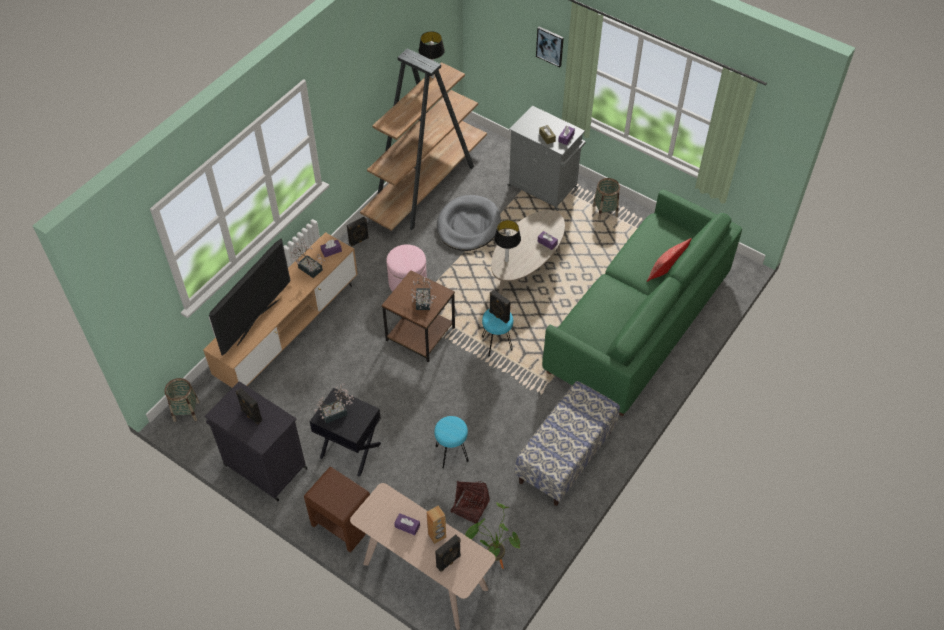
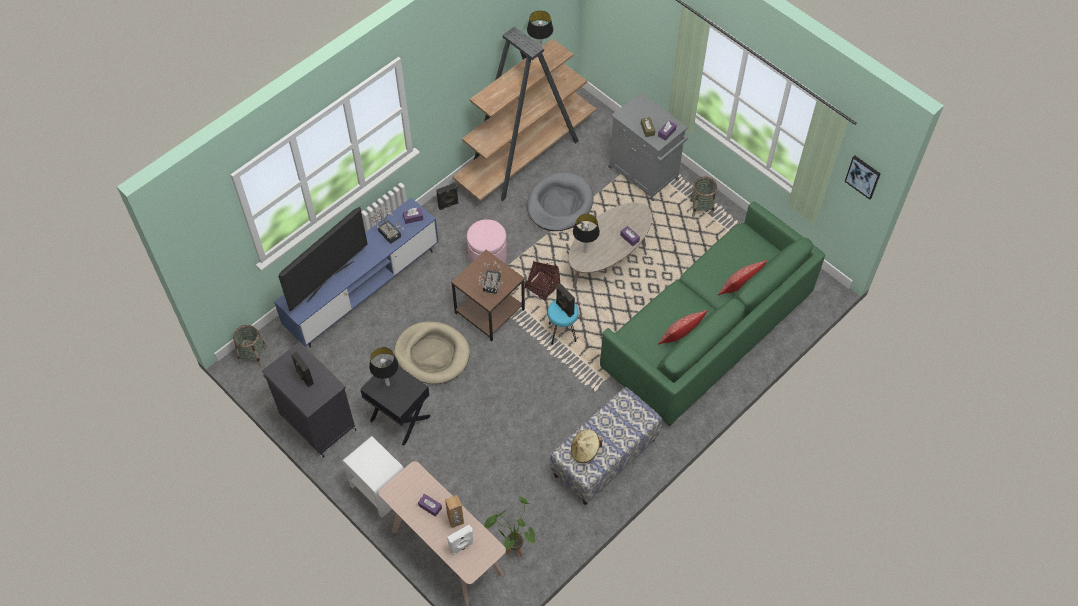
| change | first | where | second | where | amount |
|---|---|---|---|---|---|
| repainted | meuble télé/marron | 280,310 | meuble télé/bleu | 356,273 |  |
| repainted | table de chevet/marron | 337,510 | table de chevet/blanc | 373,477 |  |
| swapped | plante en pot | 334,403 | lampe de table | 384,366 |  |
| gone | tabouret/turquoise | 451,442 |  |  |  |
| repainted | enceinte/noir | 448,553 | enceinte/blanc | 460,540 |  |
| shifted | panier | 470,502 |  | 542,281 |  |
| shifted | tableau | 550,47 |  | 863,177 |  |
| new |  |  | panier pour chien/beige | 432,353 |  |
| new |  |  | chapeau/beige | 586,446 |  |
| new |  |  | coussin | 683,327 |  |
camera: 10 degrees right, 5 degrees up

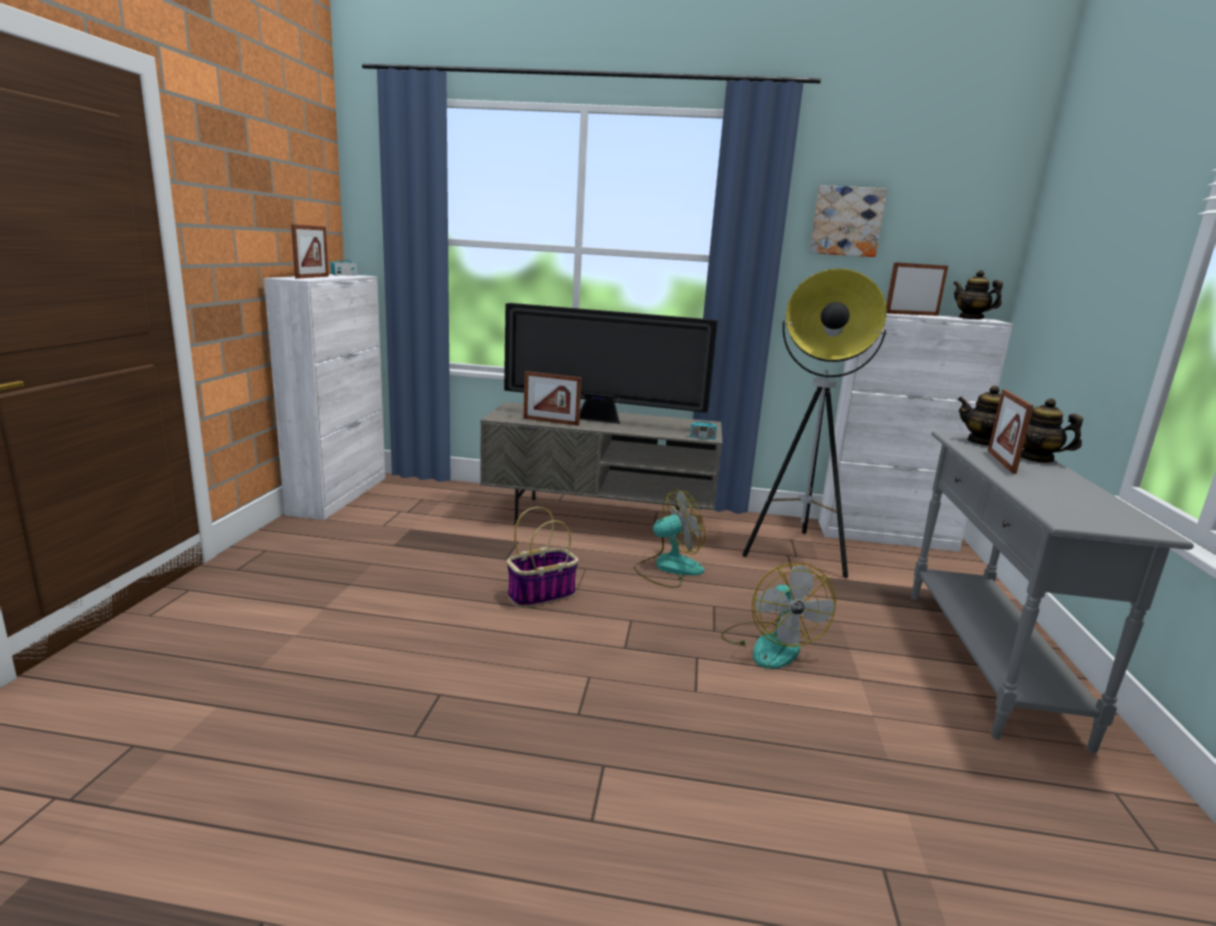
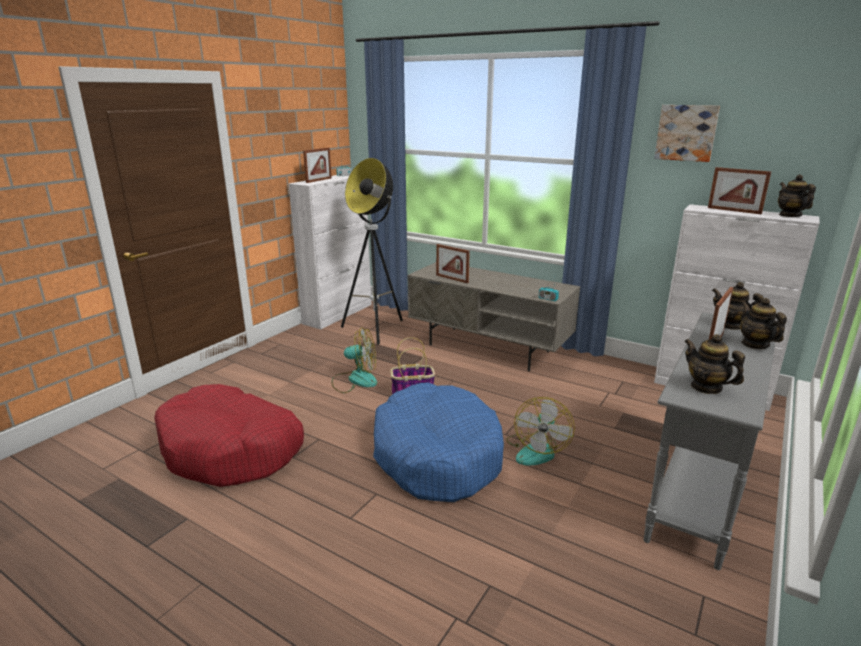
| change | first | where | second | where | amount |
|---|---|---|---|---|---|
| gone | téléviseur | 611,363 |  |  |  |
| shifted | ventilateur | 669,538 |  | 354,360 |  |
| shifted | lampadaire | 814,423 |  | 372,251 |  |
| rotated | cadre photo | 917,289 |  | 739,190 | 150 degrees counterclockwise |
| new |  |  | panier pour chien/rouge | 229,435 |  |
| new |  |  | panier pour chien/bleu | 438,442 |  |
| new |  |  | théière | 714,364 |  |
camera: 25 degrees right, 5 degrees up

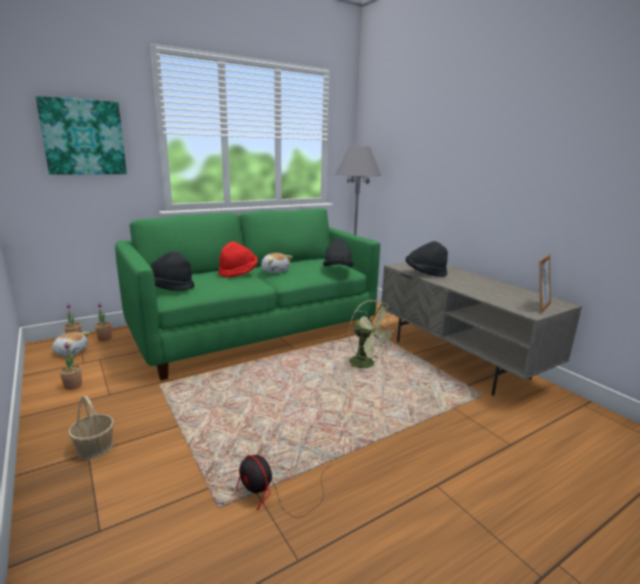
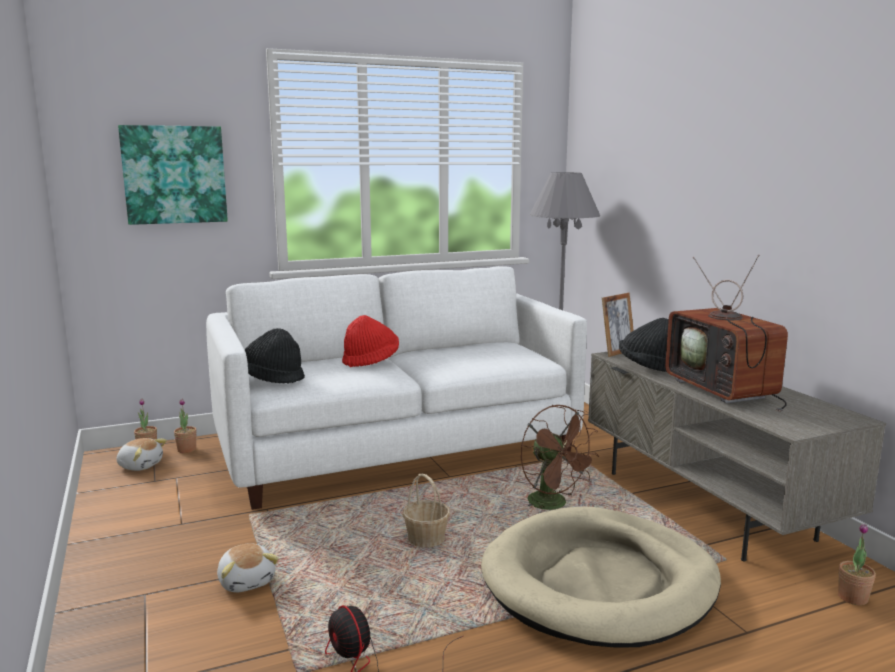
| change | first | where | second | where | amount |
|---|---|---|---|---|---|
| shifted | plante en pot | 70,366 |  | 857,564 |  |
| shifted | panier | 91,427 |  | 426,510 |  |
| repainted | canapé/vert | 247,294 | canapé/blanc | 396,388 |  |
| shifted | peluche | 277,263 |  | 248,568 |  |
| gone | chapeau/noir | 338,252 |  |  |  |
| repainted | ventilateur/vert | 372,334 | ventilateur/marron | 560,457 |  |
| shifted | cadre photo | 545,283 |  | 618,325 |  |
| new |  |  | panier pour chien/beige | 601,577 |  |
| new |  |  | téléviseur | 726,333 |  |
camera: 10 degrees right, 5 degrees down

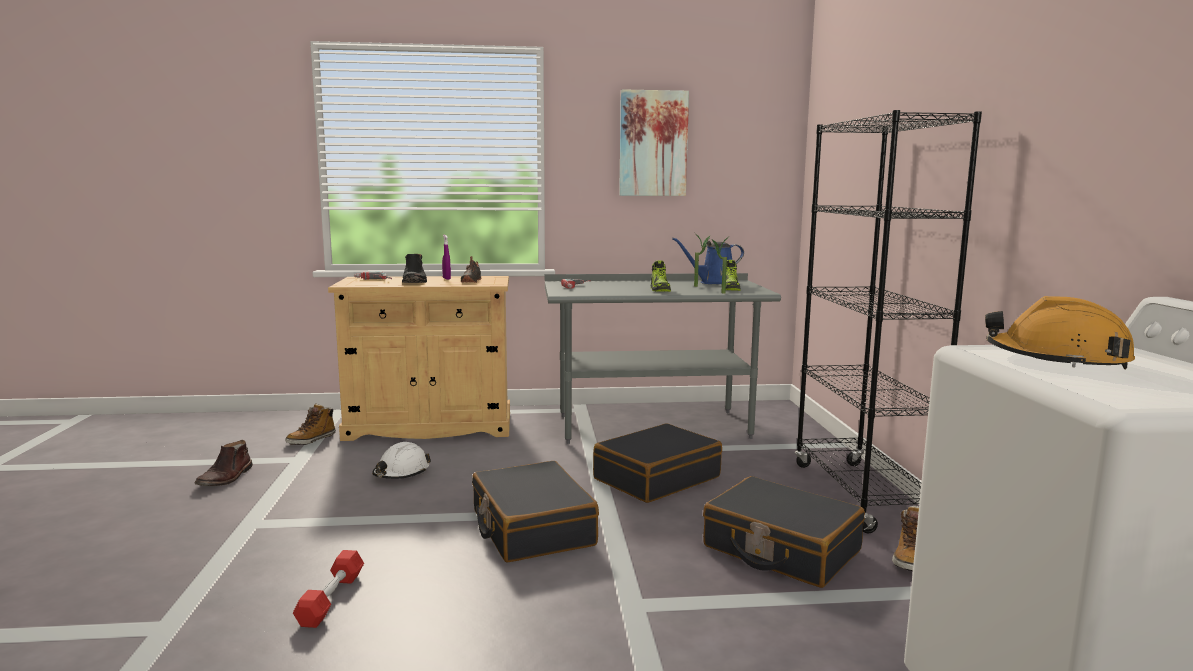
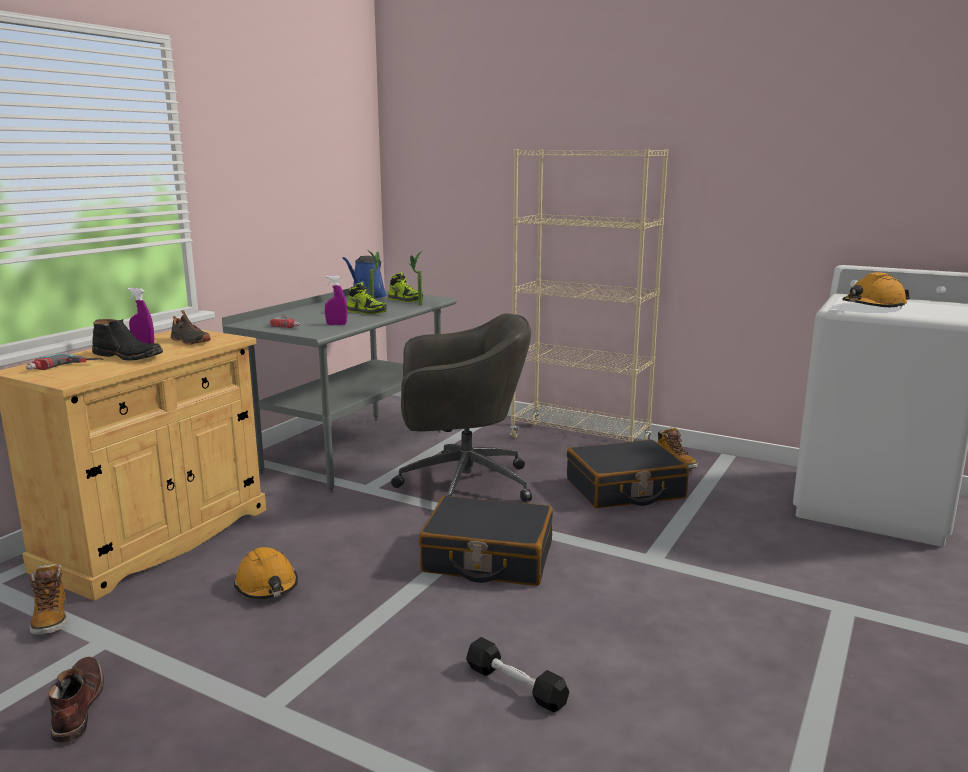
| change | first | where | second | where | amount |
|---|---|---|---|---|---|
| rotated | botte/marron | 223,463 |  | 76,700 | 150 degrees counterclockwise |
| repainted | haltère/rouge | 328,589 | haltère/noir | 517,674 |  |
| repainted | casque de chantier/blanc | 401,460 | casque de chantier/orange | 266,573 |  |
| swapped | valise/noir | 657,463 | chaise de bureau/gris | 461,407 |  |
| gone | tableau | 654,142 |  |  |  |
| repainted | bibliothèque/noir | 888,322 | bibliothèque/beige | 589,295 |  |
| new |  |  | vaporisateur/violet | 336,300 |  |
camera: 55 degrees left, 5 degrees up

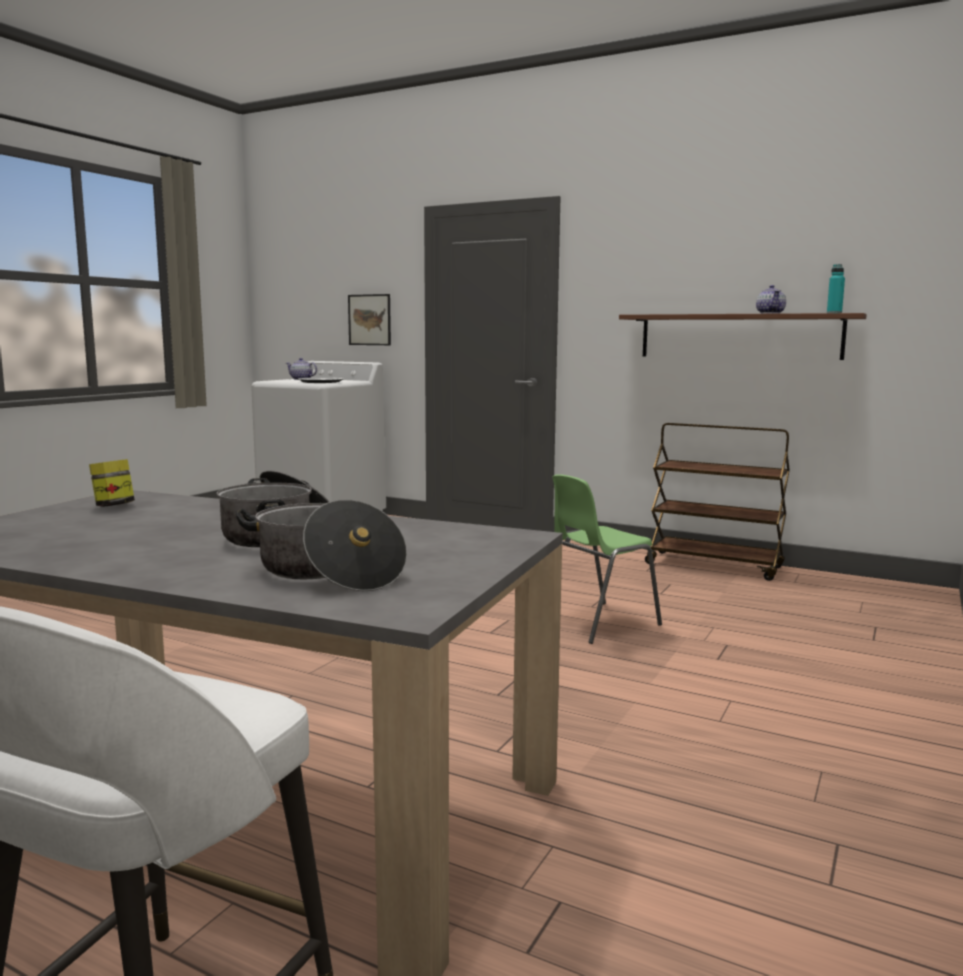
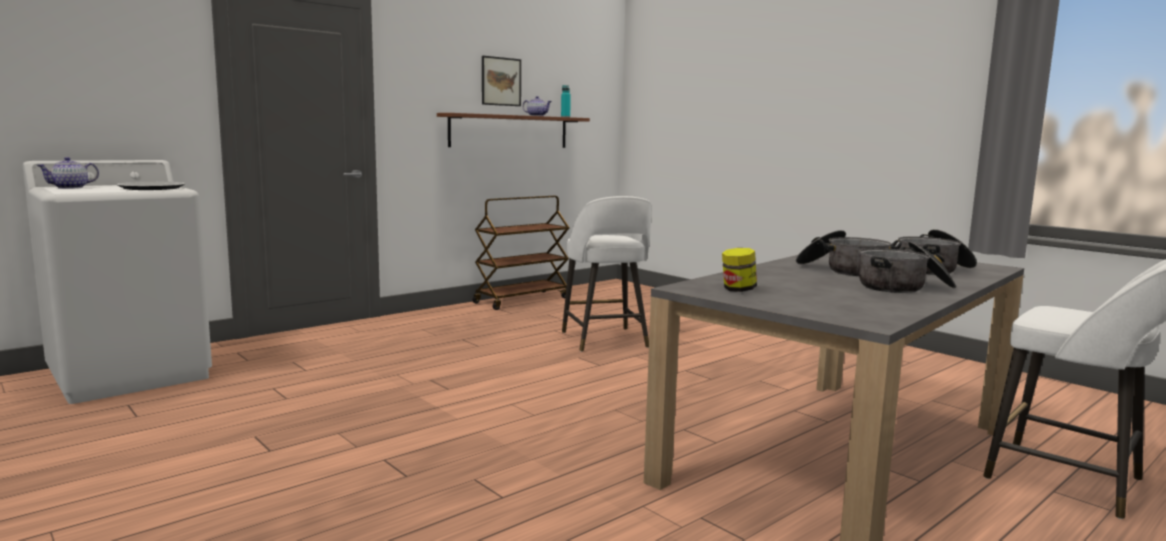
| change | first | where | second | where | amount |
|---|---|---|---|---|---|
| shifted | tableau | 369,319 |  | 501,81 |  |
| swapped | chaise/vert | 607,559 | tabouret/blanc | 606,274 |  |
| new |  |  | marmite | 907,267 |  |
camera: 70 degrees left, 0 degrees up

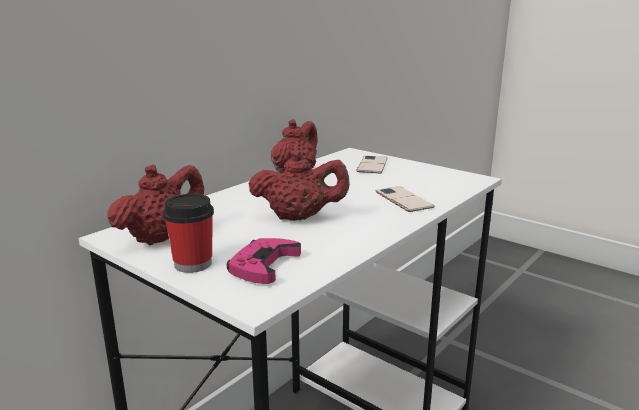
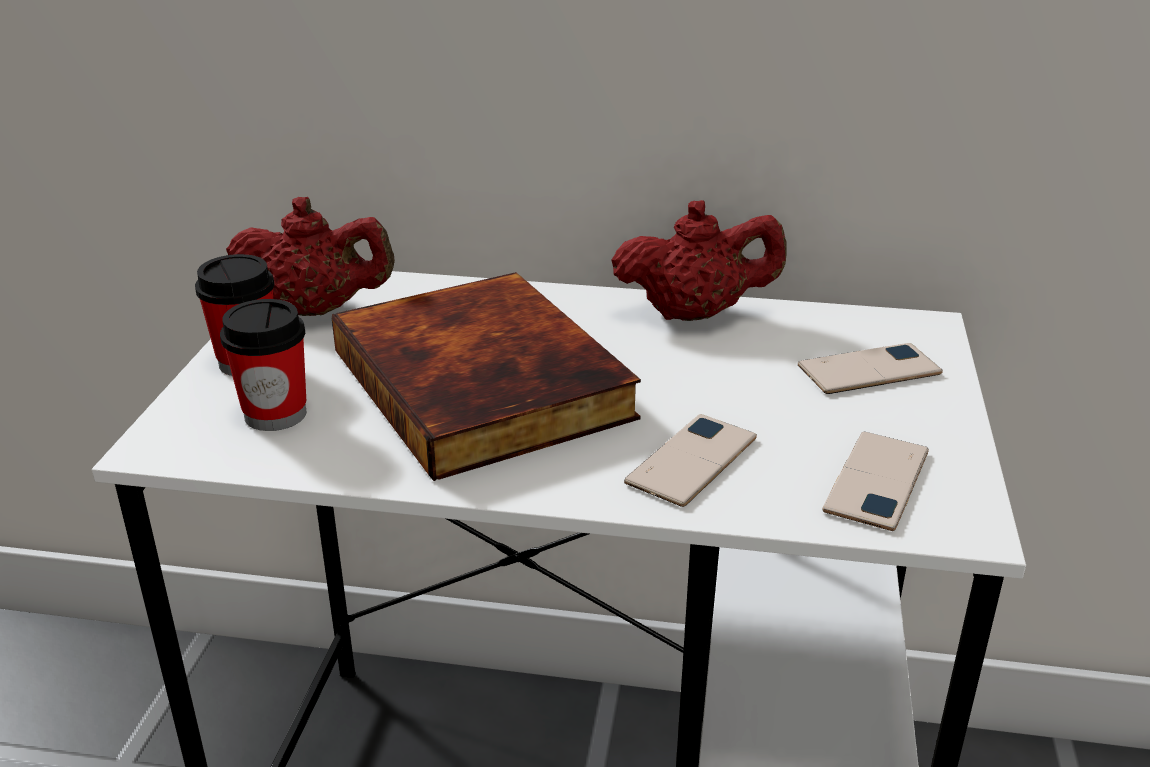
| change | first | where | second | where | amount |
|---|---|---|---|---|---|
| swapped | manette/rose | 264,261 | tasse | 263,365 |  |
| swapped | théière/rouge | 299,185 | livre | 486,376 |  |
| new |  |  | téléphone | 876,481 |  |
camera: 60 degrees right, 10 degrees up

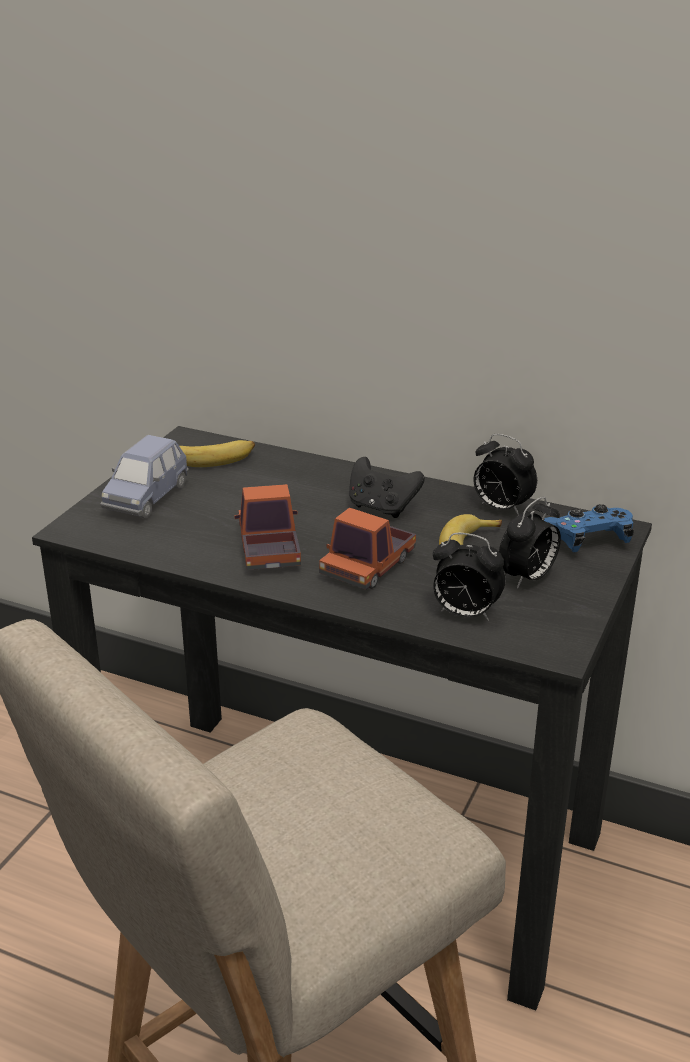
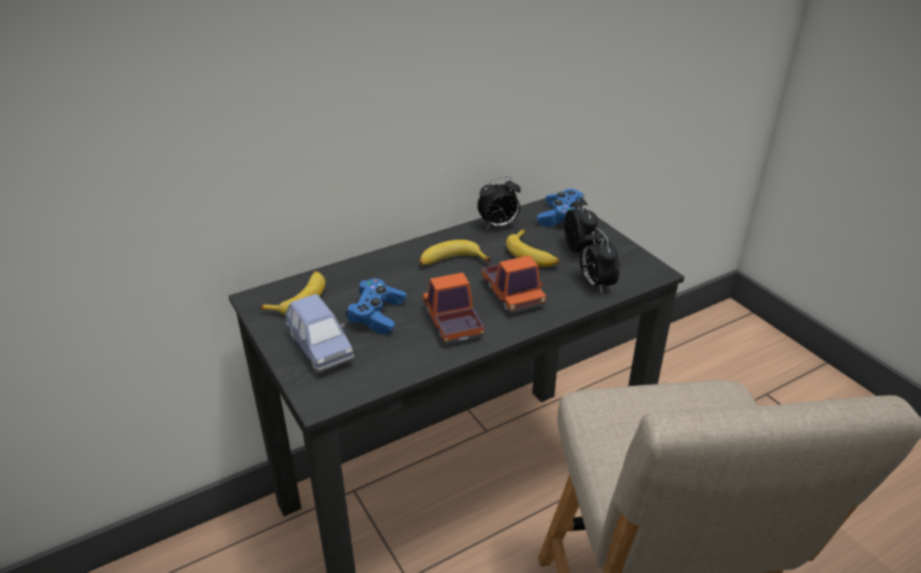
| change | first | where | second | where | amount |
|---|---|---|---|---|---|
| rotated | camion jouet | 267,527 |  | 453,308 | 45 degrees clockwise |
| swapped | manette/noir | 387,487 | banane | 455,253 |  |
| rotated | réveil | 469,577 |  | 600,261 | 105 degrees clockwise |
| new |  |  | manette/bleu | 375,306 |  |
camera: 55 degrees left, 5 degrees up

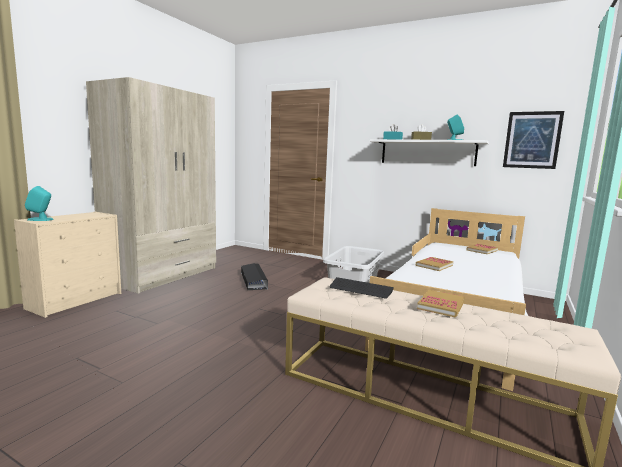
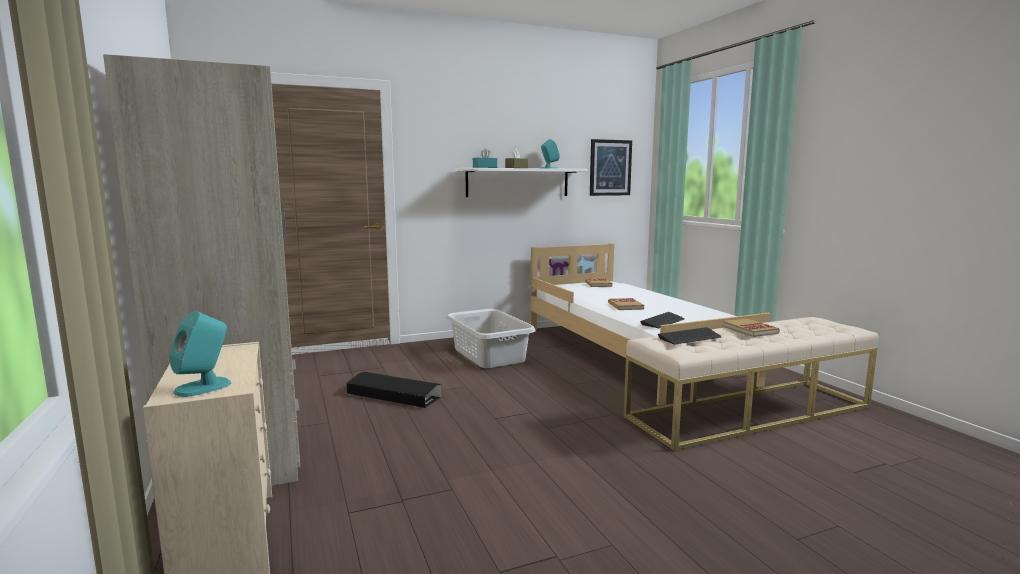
| change | first | where | second | where | amount |
|---|---|---|---|---|---|
| new |  |  | clavier | 662,320 |  |
camera: 50 degrees left, 0 degrees up

